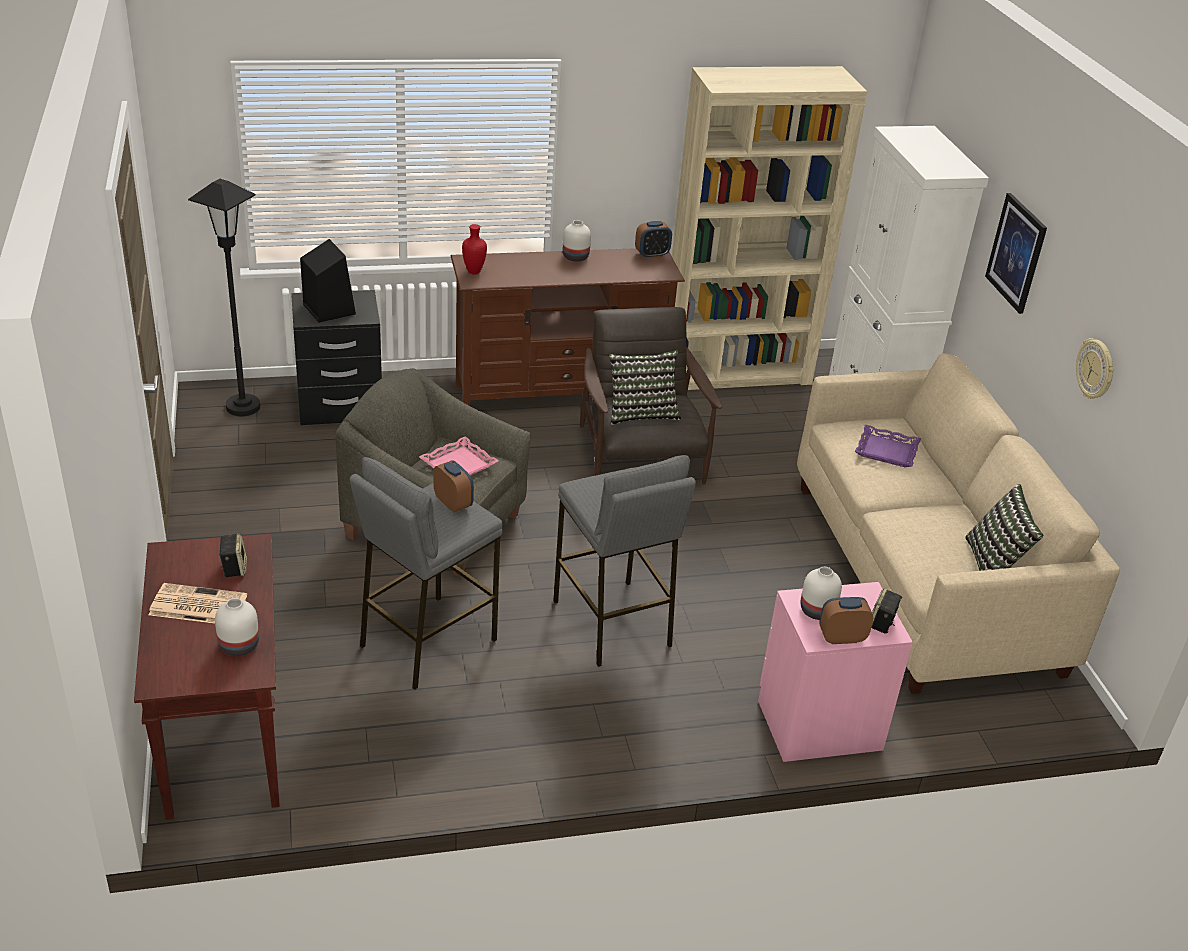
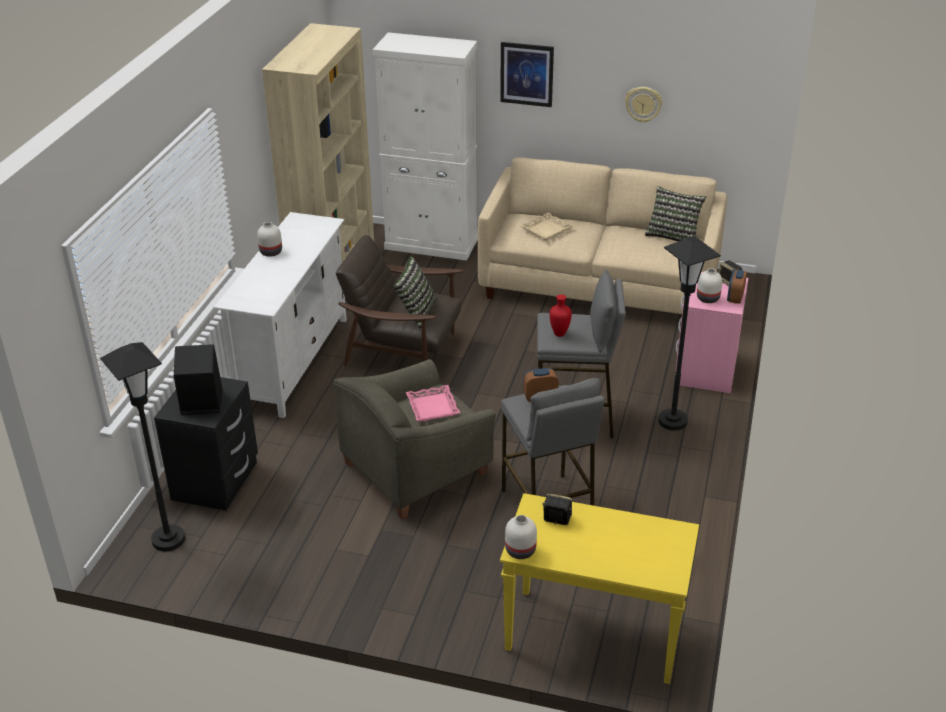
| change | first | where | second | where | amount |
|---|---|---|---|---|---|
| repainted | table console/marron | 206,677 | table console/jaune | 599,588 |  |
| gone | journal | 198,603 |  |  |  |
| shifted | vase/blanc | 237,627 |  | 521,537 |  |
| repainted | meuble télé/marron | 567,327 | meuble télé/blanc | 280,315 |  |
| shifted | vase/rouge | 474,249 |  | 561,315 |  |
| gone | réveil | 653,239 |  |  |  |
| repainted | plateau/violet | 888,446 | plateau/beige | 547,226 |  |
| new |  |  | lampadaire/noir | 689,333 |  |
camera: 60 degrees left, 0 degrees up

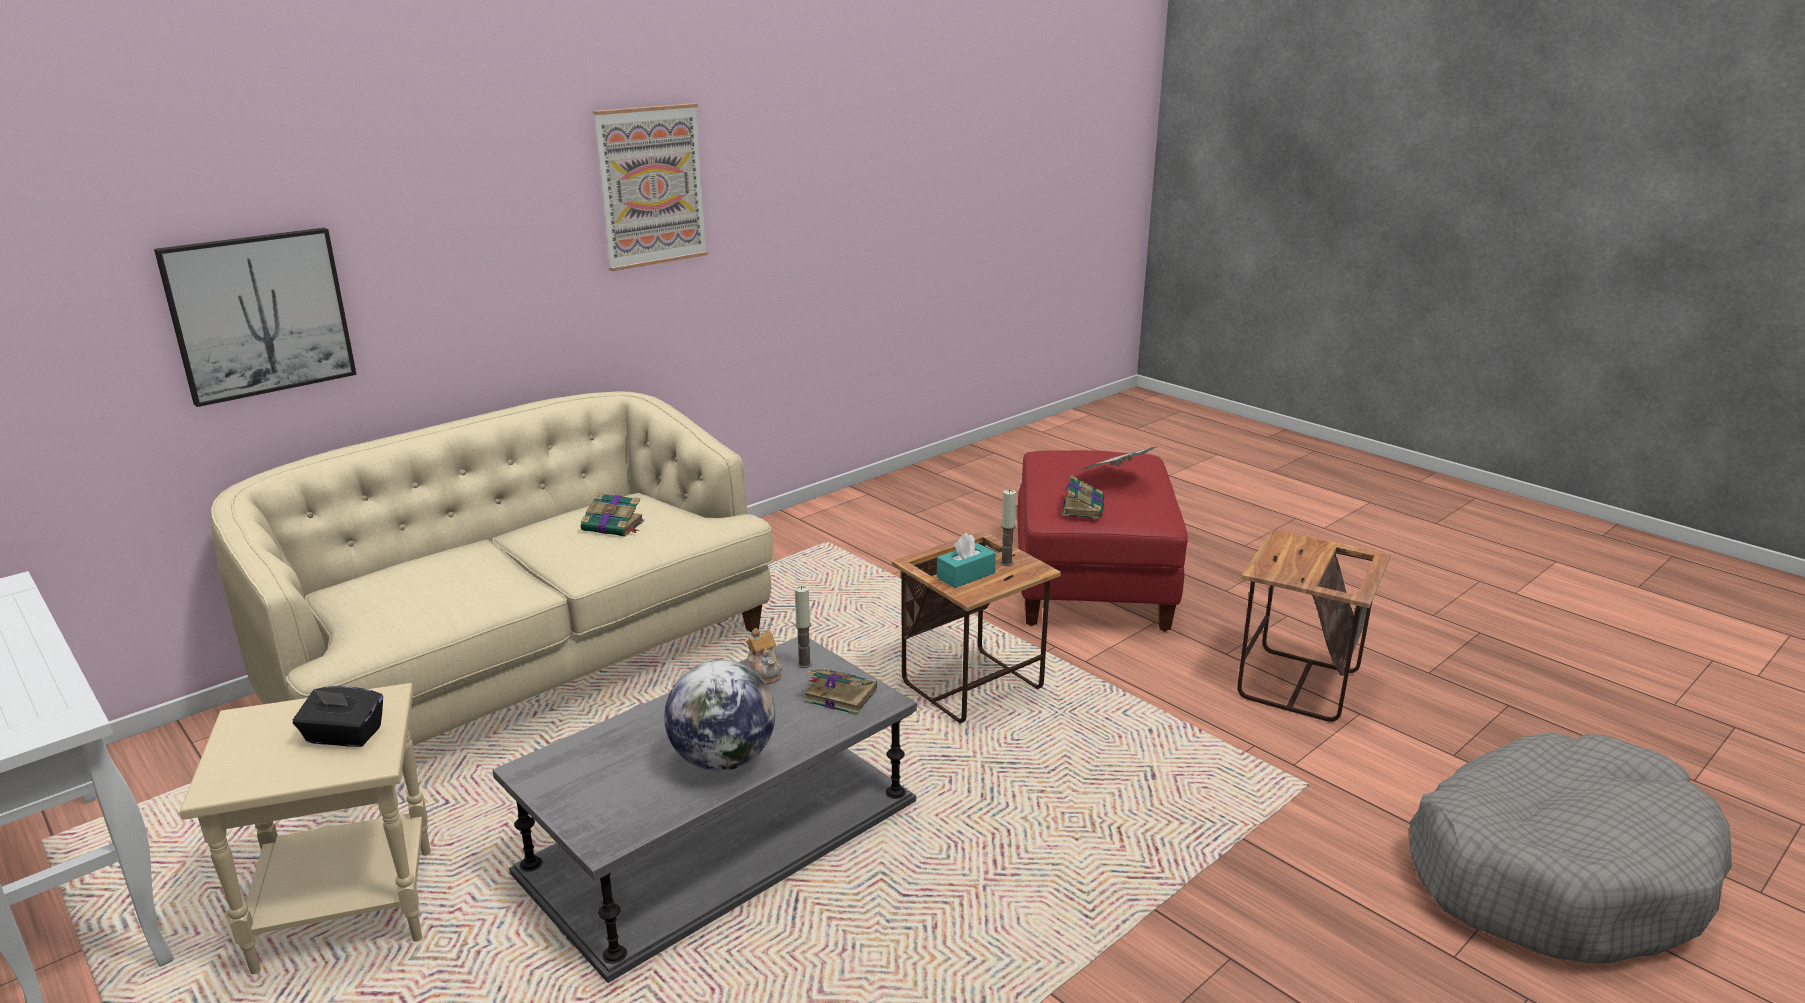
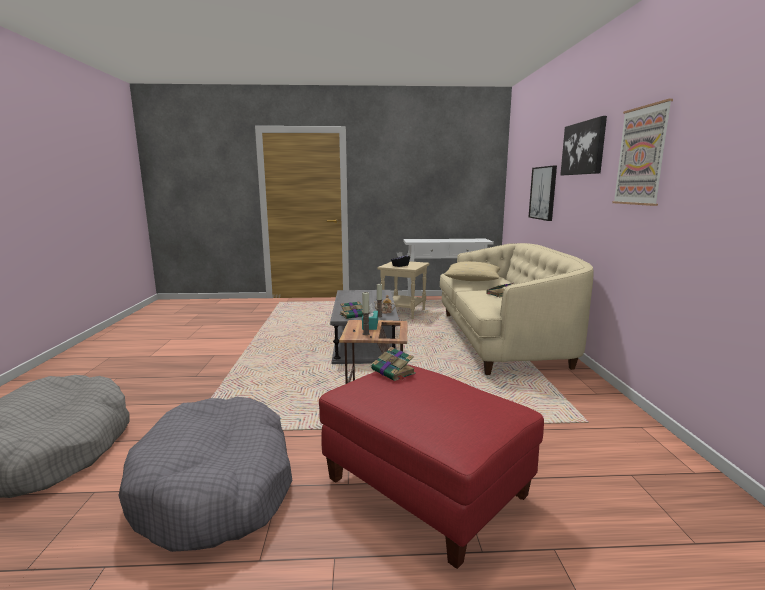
| change | first | where | second | where | amount |
|---|---|---|---|---|---|
| gone | globe | 719,715 |  |  |  |
| gone | journal | 1116,459 |  |  |  |
| swapped | table d'appoint | 1313,626 | panier pour chien/gris | 205,474 |  |
| new |  |  | coussin/beige | 472,271 |  |
| new |  |  | tableau | 583,145 |  |
camera: 130 degrees right, 10 degrees down

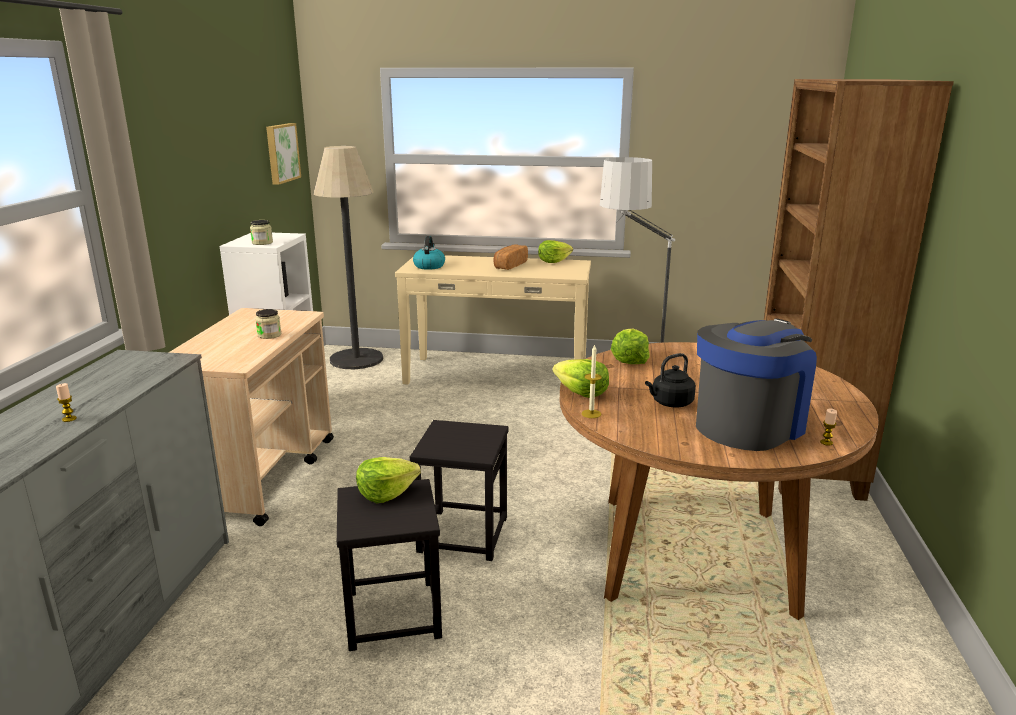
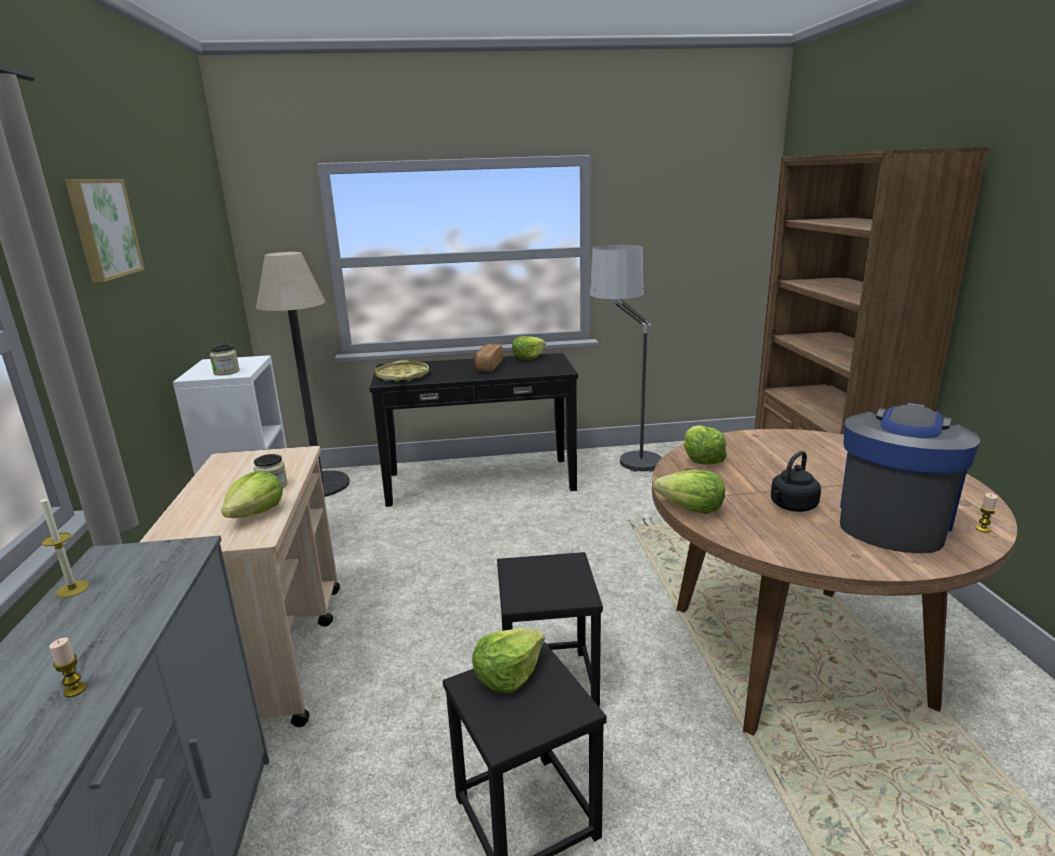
| change | first | where | second | where | amount |
|---|---|---|---|---|---|
| shifted | tableau | 283,154 |  | 105,230 |  |
| repainted | table console/beige | 493,319 | table console/noir | 474,430 |  |
| swapped | bouilloire | 429,253 | plateau/jaune | 402,371 |  |
| shifted | bougie | 591,381 |  | 65,546 |  |
| new |  |  | laitue | 252,494 |  |
camera: 15 degrees left, 0 degrees up

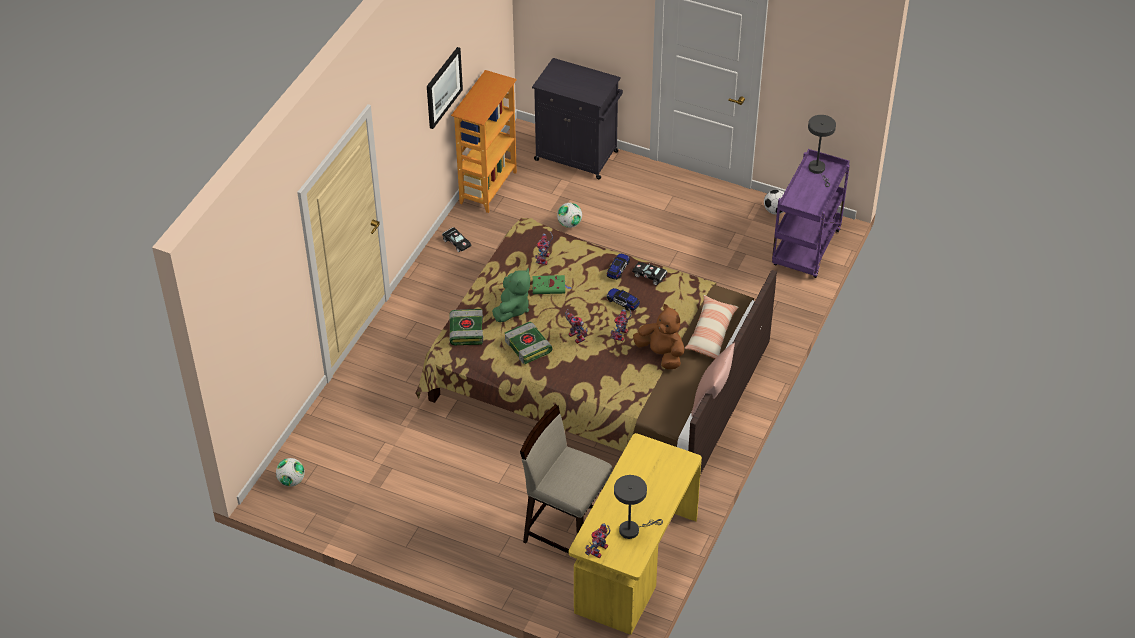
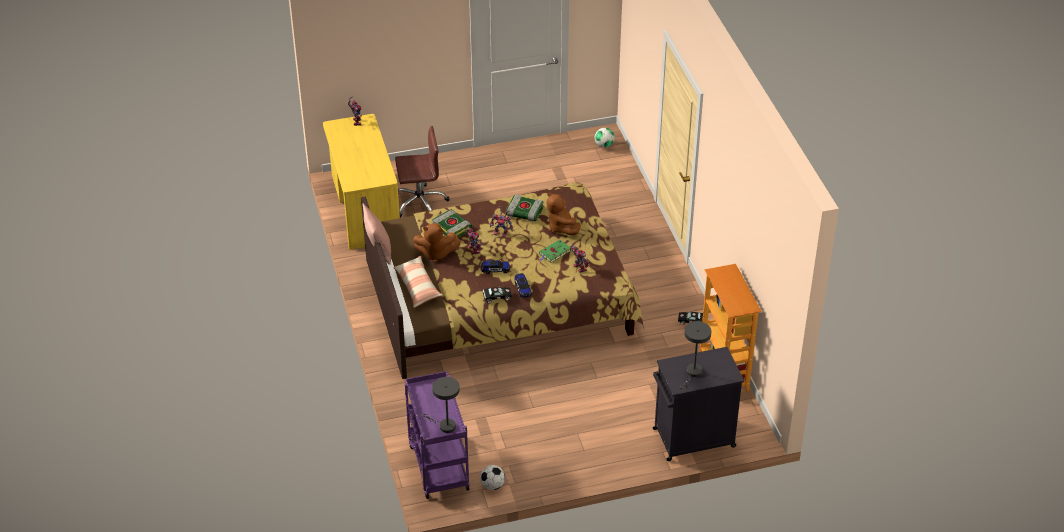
| change | first | where | second | where | amount |
|---|---|---|---|---|---|
| gone | tableau | 445,88 |  |  |  |
| shifted | livre | 466,327 |  | 452,223 |  |
| repainted | peluche/vert | 511,295 | peluche/marron | 564,213 |  |
| swapped | tabouret/beige | 566,479 | chaise de bureau/marron | 422,172 |  |
| gone | ballon de foot | 569,215 |  |  |  |
| shifted | lampe de table/gris | 638,507 |  | 695,355 |  |
camera: 140 degrees right, 5 degrees down

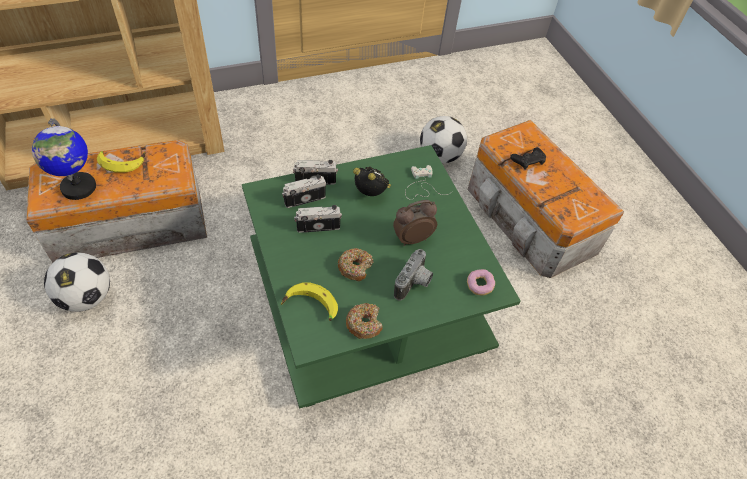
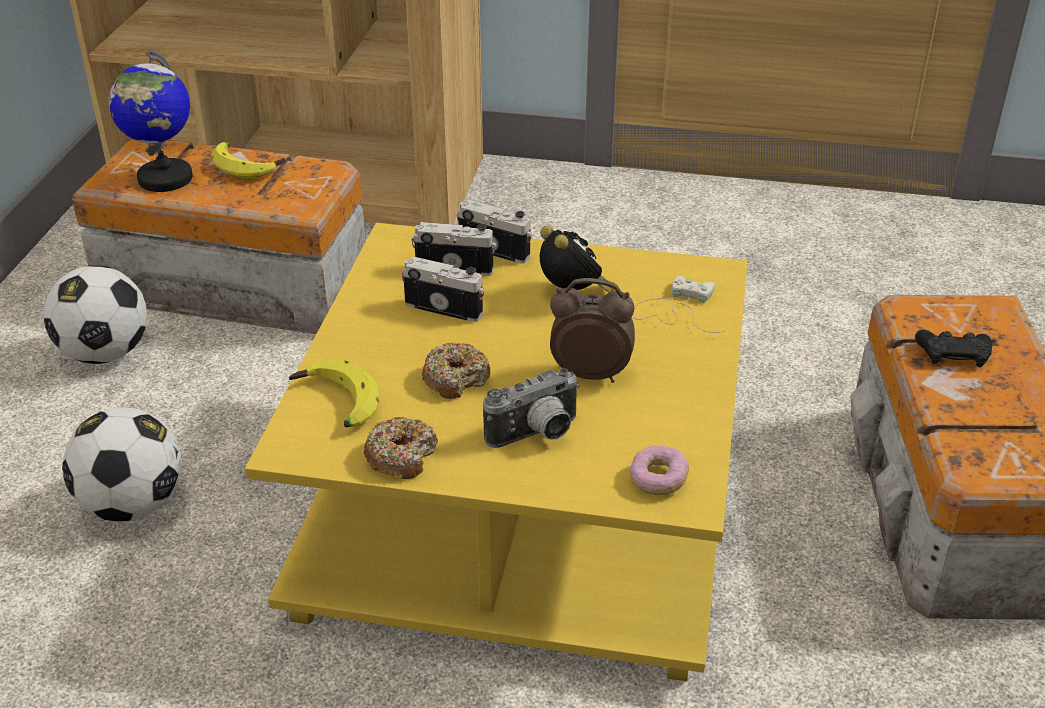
| change | first | where | second | where | amount |
|---|---|---|---|---|---|
| repainted | table basse/vert | 381,276 | table basse/jaune | 496,452 |  |
| shifted | ballon de foot | 443,139 |  | 122,464 |  |
camera: 35 degrees right, 15 degrees down

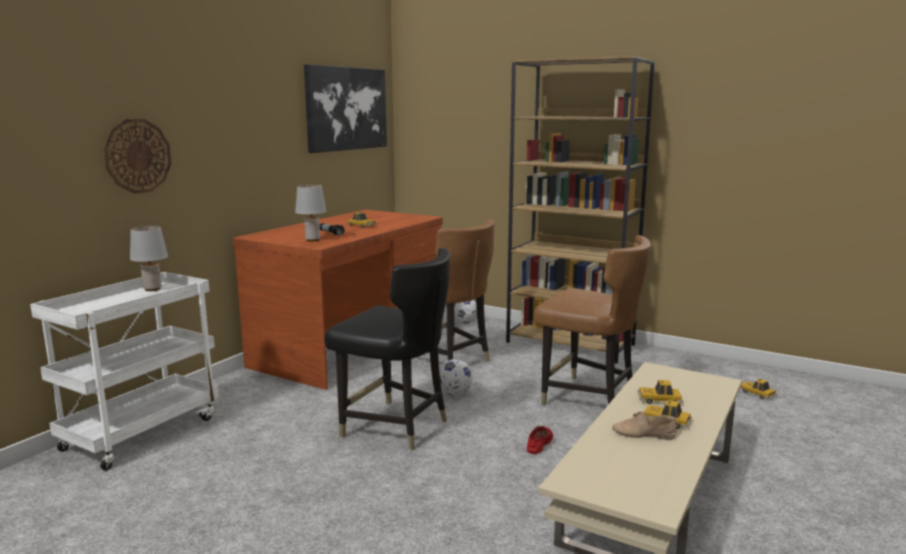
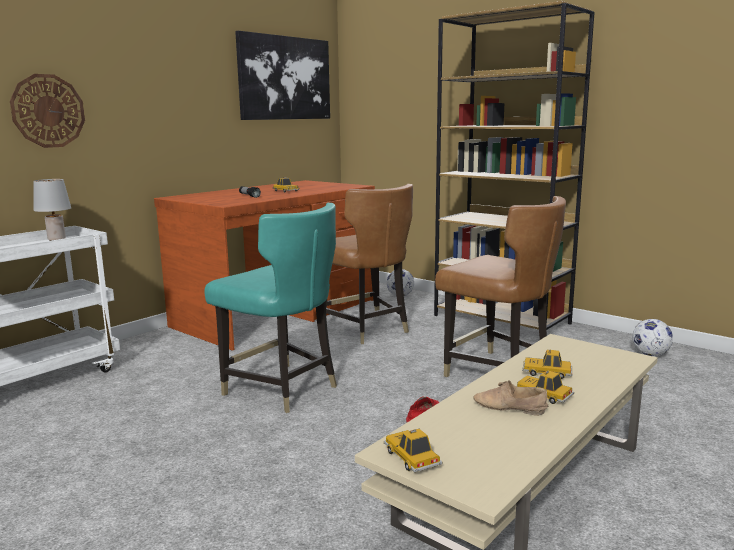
| change | first | where | second | where | amount |
|---|---|---|---|---|---|
| gone | lampe de table/gris | 310,213 |  |  |  |
| repainted | chaise/noir | 387,349 | chaise/turquoise | 270,308 |  |
| shifted | ballon de foot | 456,377 |  | 652,337 |  |
| shifted | petite voiture | 758,389 |  | 413,450 |  |
camera: 10 degrees right, 0 degrees up

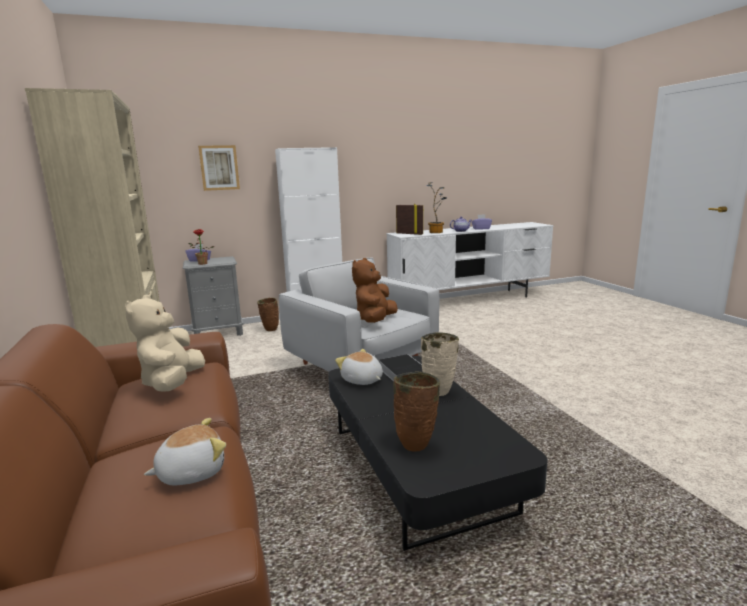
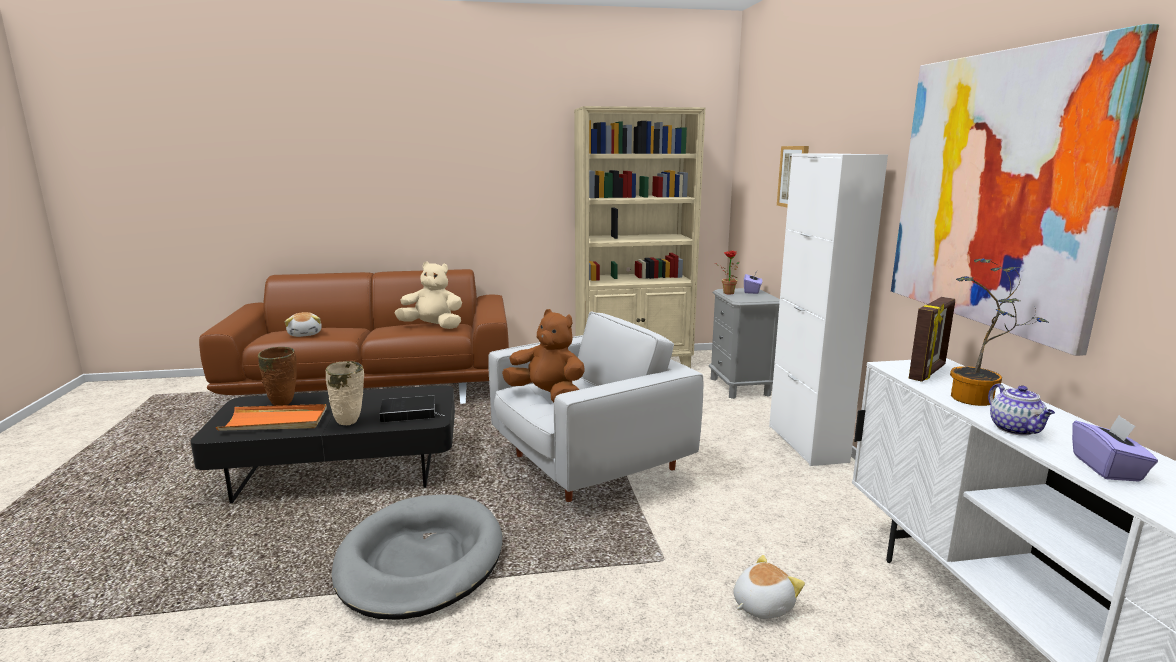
| change | first | where | second | where | amount |
|---|---|---|---|---|---|
| gone | vase/marron | 268,314 |  |  |  |
| shifted | peluche | 359,367 |  | 769,587 |  |
| new |  |  | plateau/orange | 271,417 |  |
| new |  |  | panier pour chien/gris | 416,557 |  |
| new |  |  | tableau | 1025,190 |  |
camera: 100 degrees right, 0 degrees up

